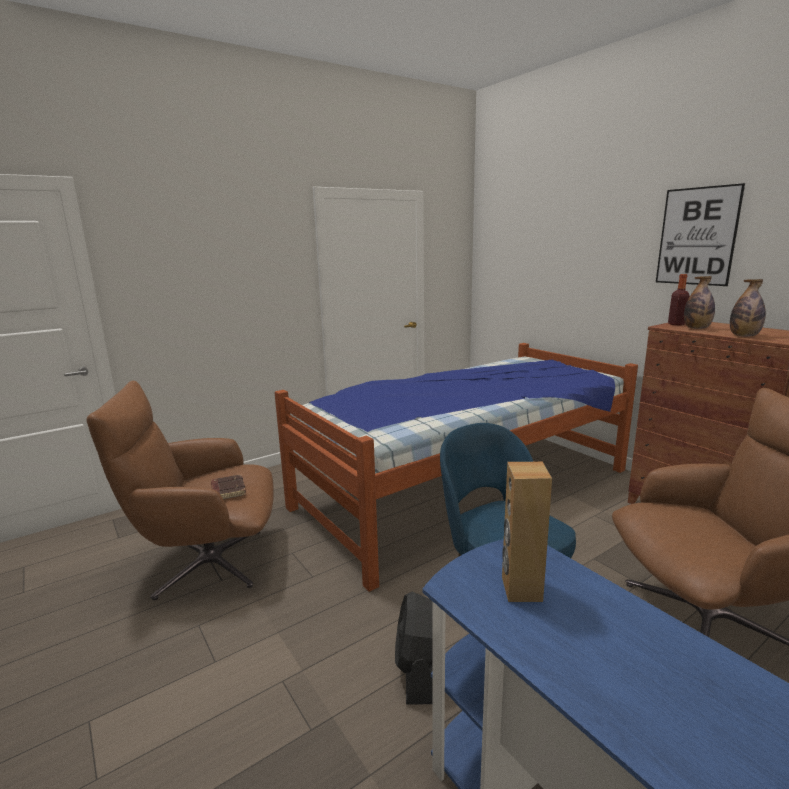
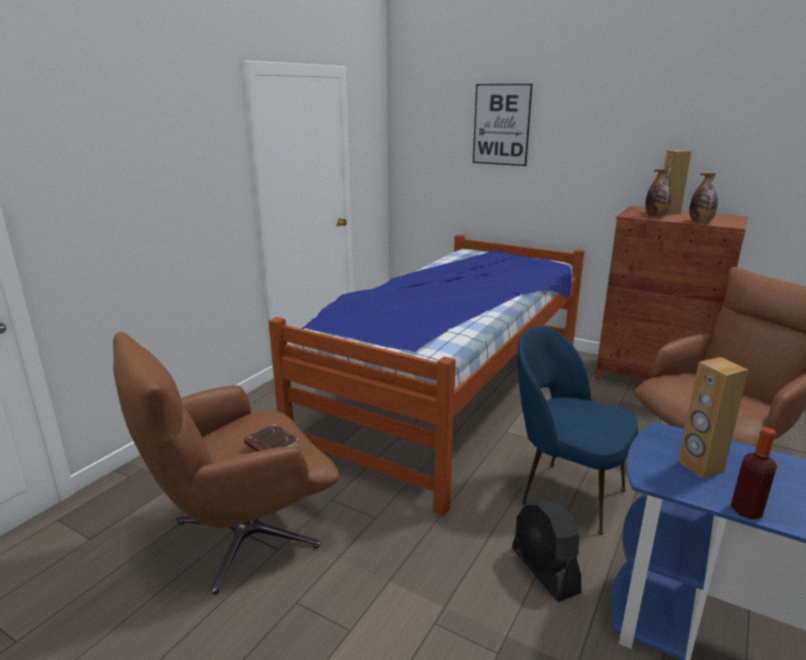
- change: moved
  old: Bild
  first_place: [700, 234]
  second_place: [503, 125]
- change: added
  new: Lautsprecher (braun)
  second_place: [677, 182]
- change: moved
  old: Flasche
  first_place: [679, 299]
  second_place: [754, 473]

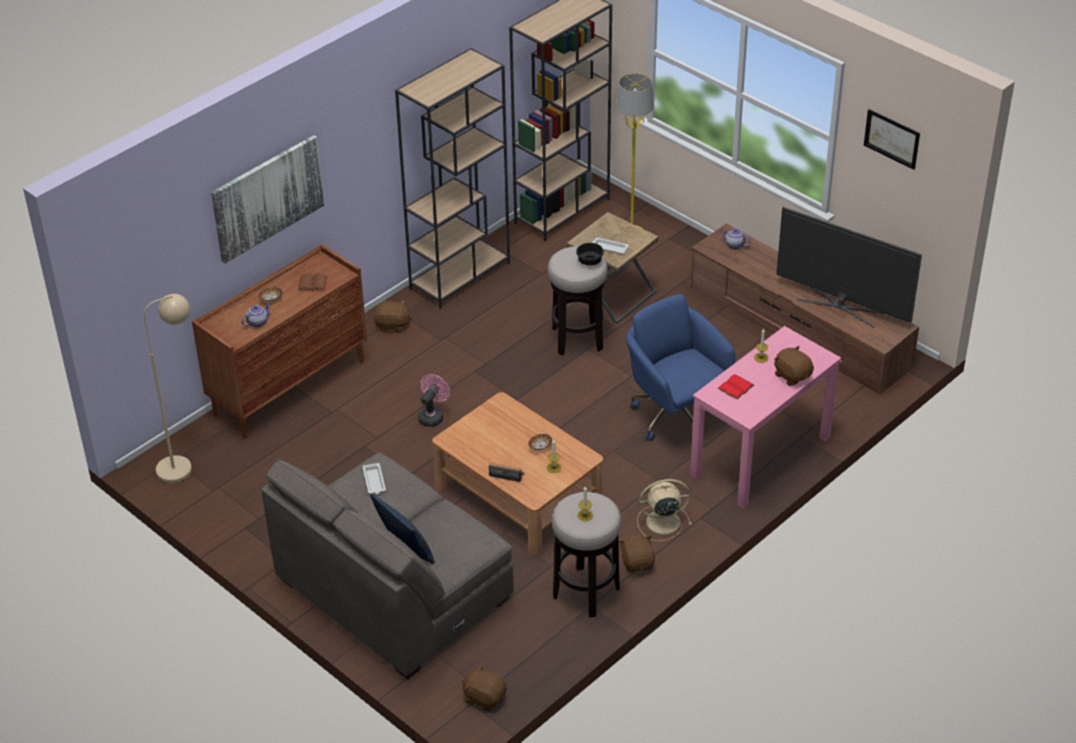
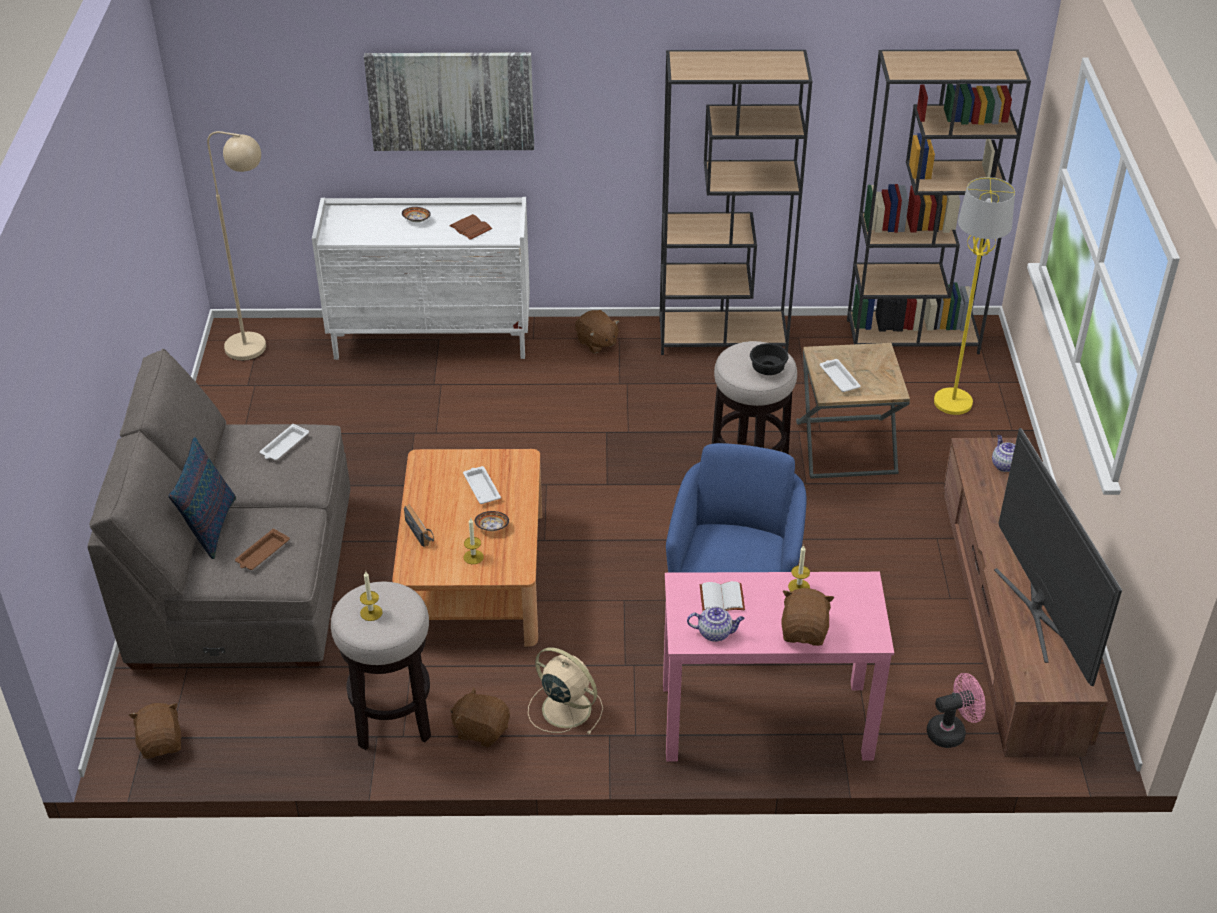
- change: added
  new: Tablett (braun)
  second_place: [262, 549]
- change: recoloured
  old: Schrank (braun)
  new: Schrank (weiß)
  first_place: [279, 341]
  second_place: [421, 278]
- change: turned
  old: Plüschtier (braun)
  first_place: [637, 553]
  second_place: [480, 717]
  degrees: -105
- change: added
  new: Tablett (weiß)
  second_place: [482, 485]
- change: moved
  old: Teekanne
  first_place: [256, 315]
  second_place: [716, 624]
- change: recoloured
  old: Buch (rot)
  new: Buch (weiß)
  first_place: [736, 387]
  second_place: [722, 596]
- change: moved
  old: Ventilator (rosa)
  first_place: [434, 400]
  second_place: [956, 710]
- change: removed
  old: Bild
  first_place: [892, 139]

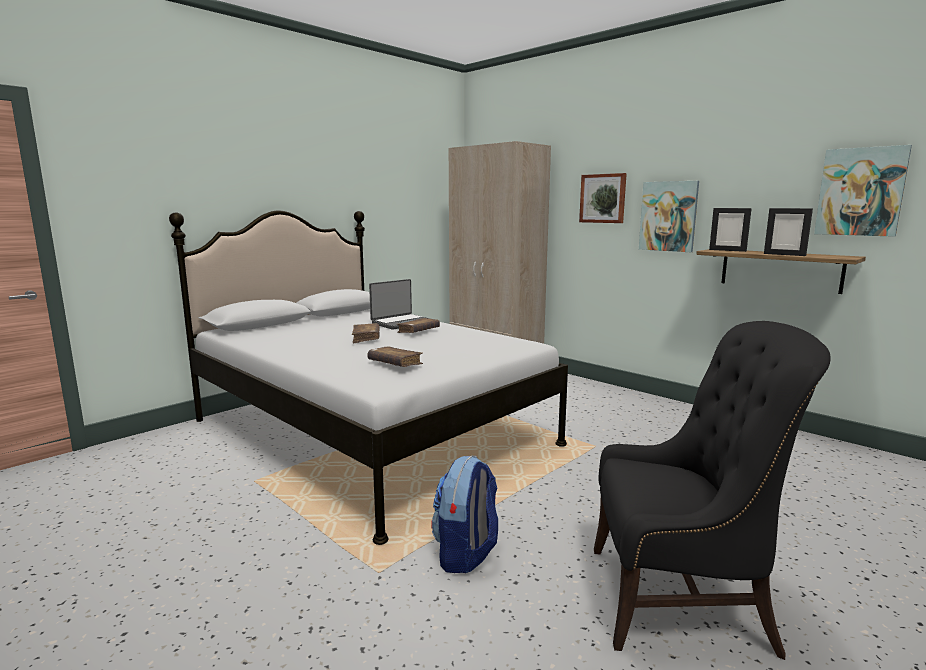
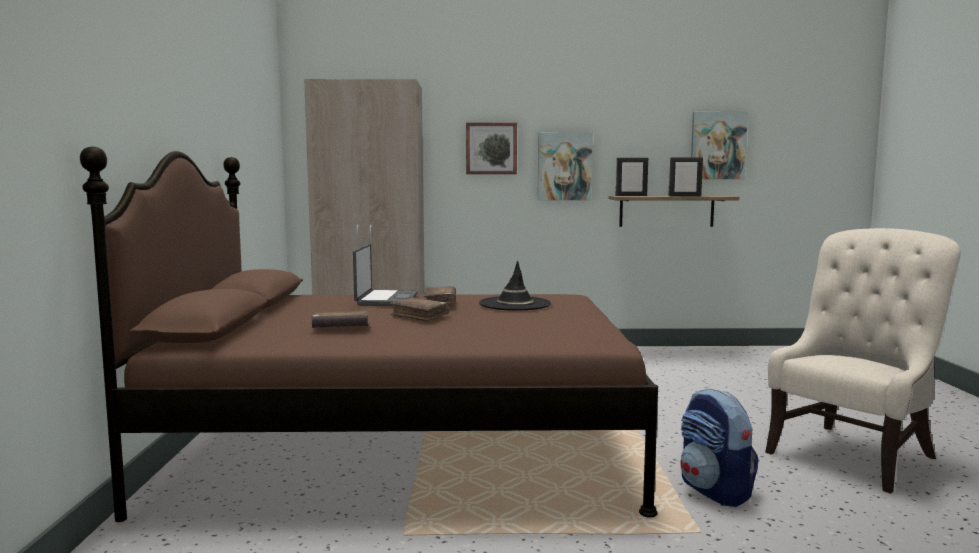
- change: recoloured
  old: Bett (weiß)
  new: Bett (braun)
  first_place: [368, 377]
  second_place: [369, 334]
- change: moved
  old: Buch (braun)
  first_place: [395, 356]
  second_place: [340, 319]
- change: added
  new: Hut (schwarz)
  second_place: [515, 286]
- change: recoloured
  old: Sessel (schwarz)
  new: Sessel (beige)
  first_place: [712, 490]
  second_place: [863, 361]

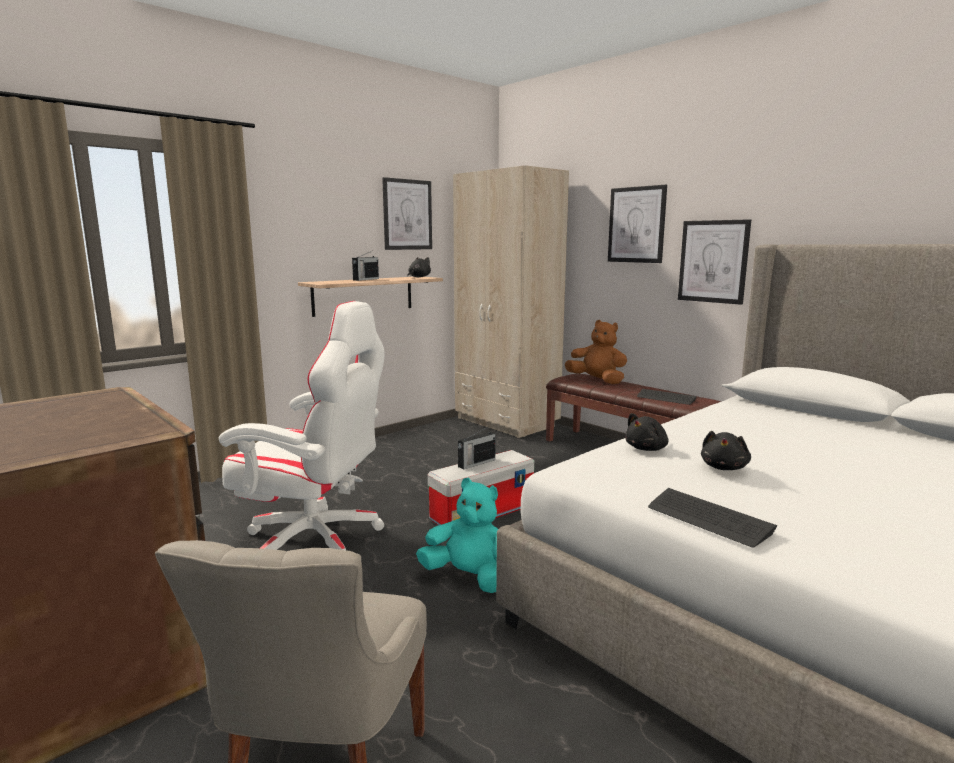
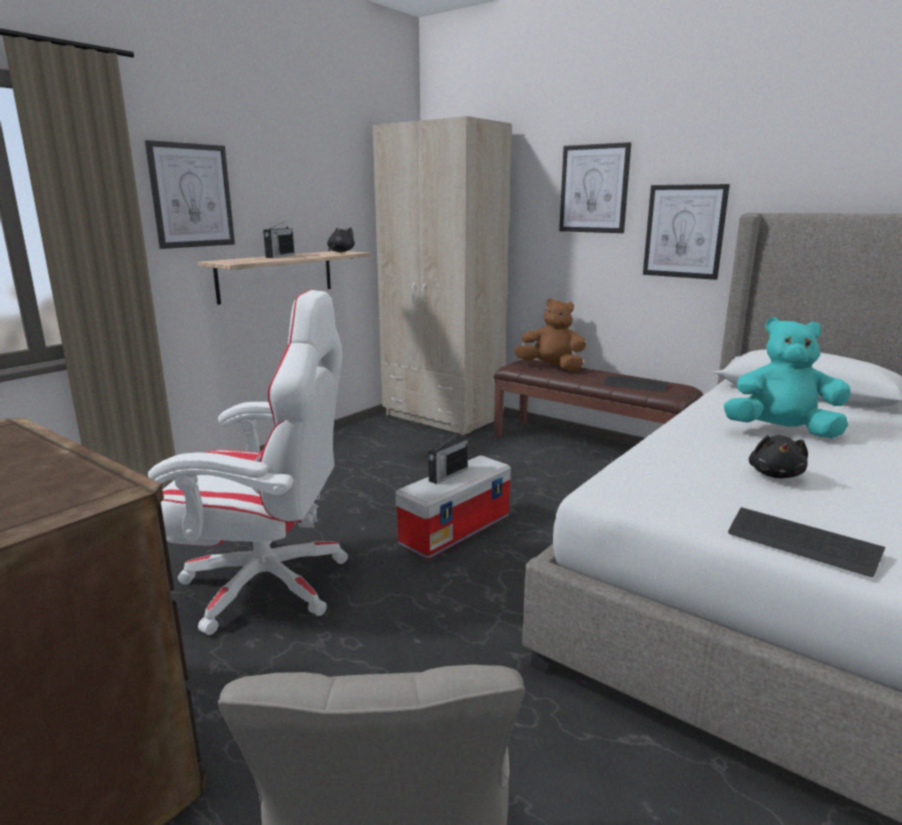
- change: moved
  old: Bild
  first_place: [407, 213]
  second_place: [190, 194]
- change: moved
  old: Plüschtier (türkis)
  first_place: [457, 535]
  second_place: [787, 378]
- change: removed
  old: Plüschtier (schwarz)
  first_place: [646, 432]

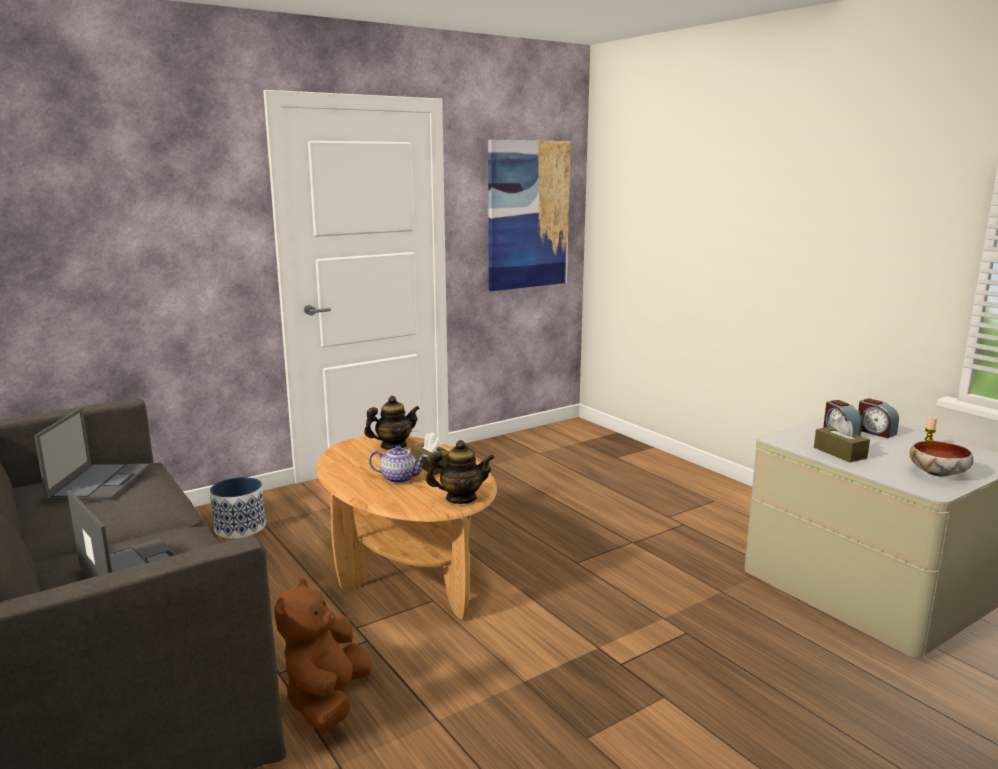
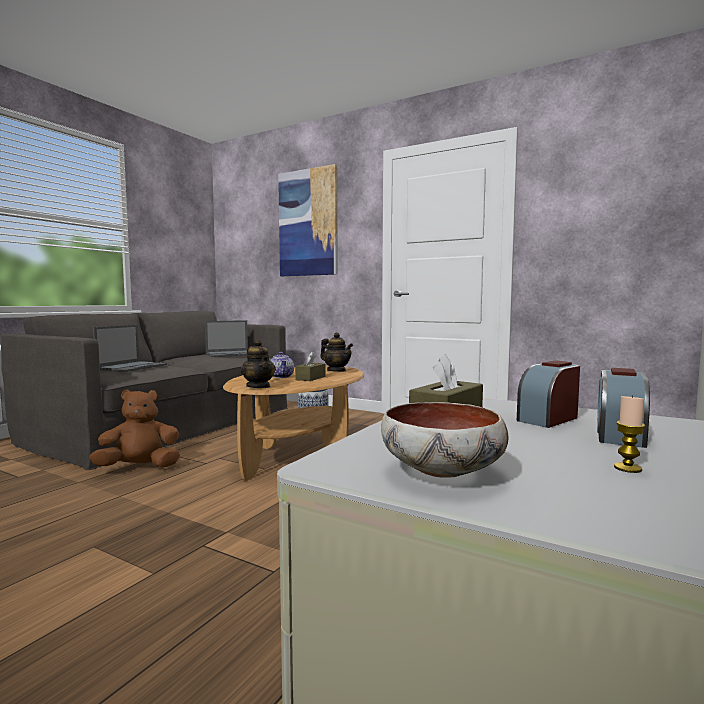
- change: moved
  old: Bild
  first_place: [529, 215]
  second_place: [308, 220]

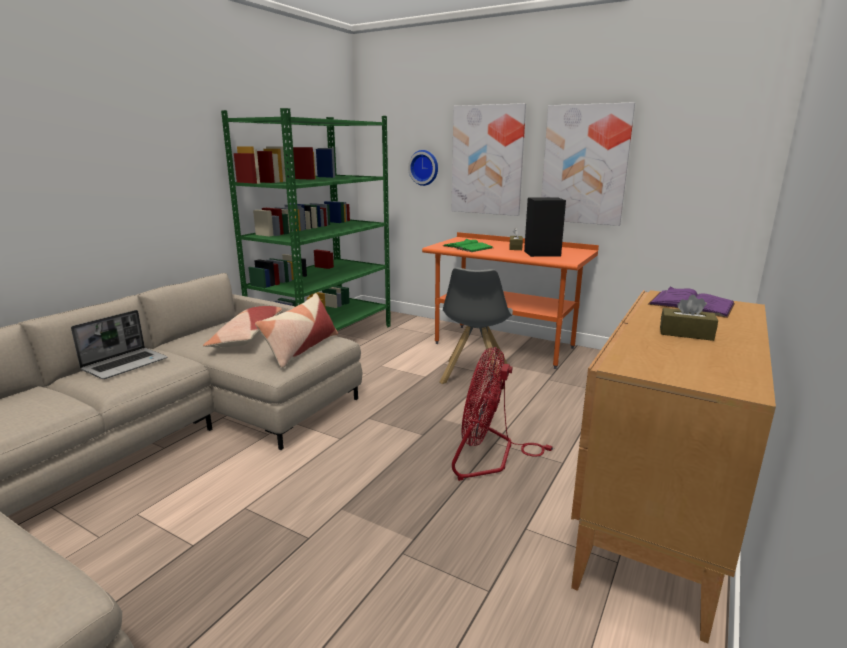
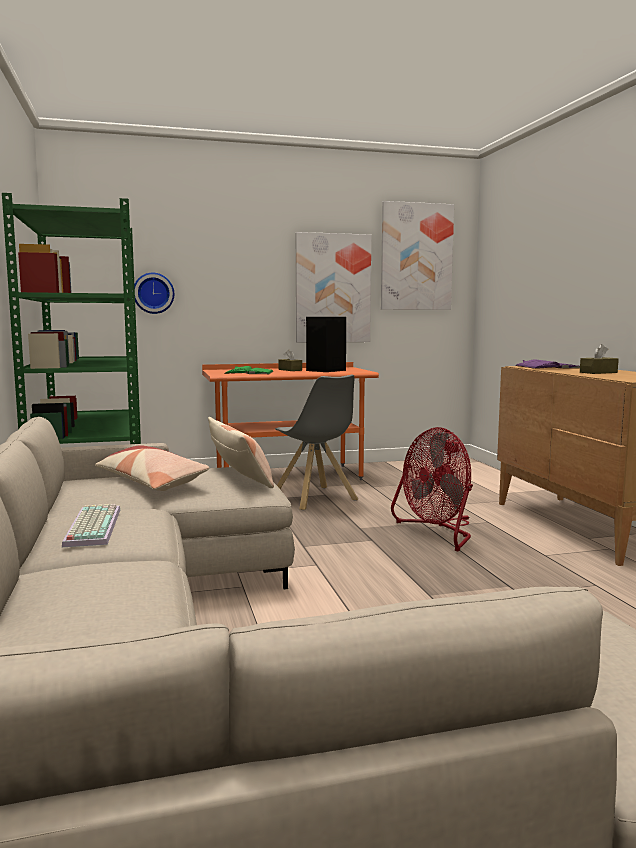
- change: replaced
  old: Laptop
  new: Tastatur
  first_place: [119, 344]
  second_place: [91, 525]
- change: moved
  old: Bild
  first_place: [489, 159]
  second_place: [417, 255]

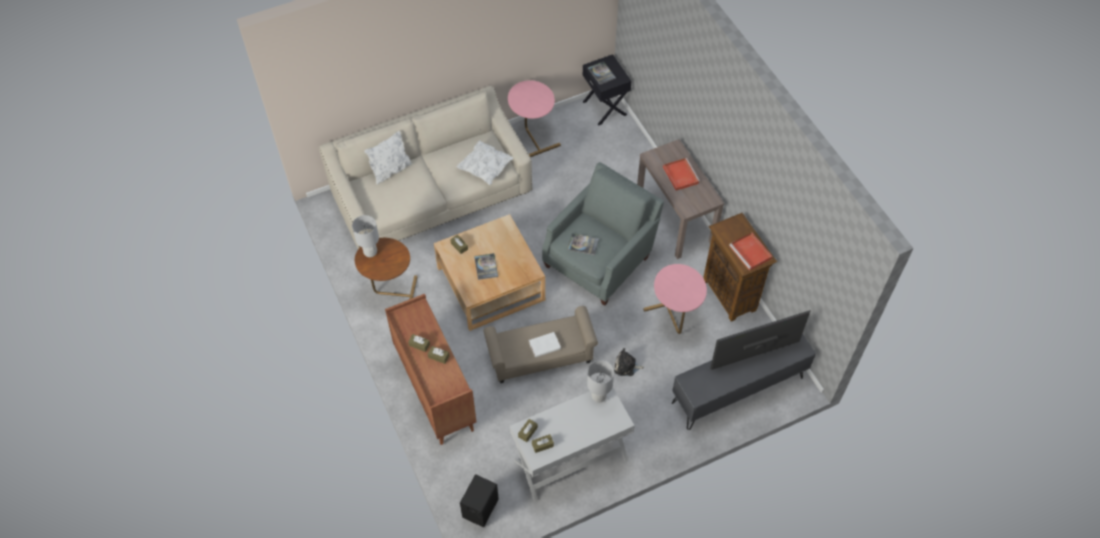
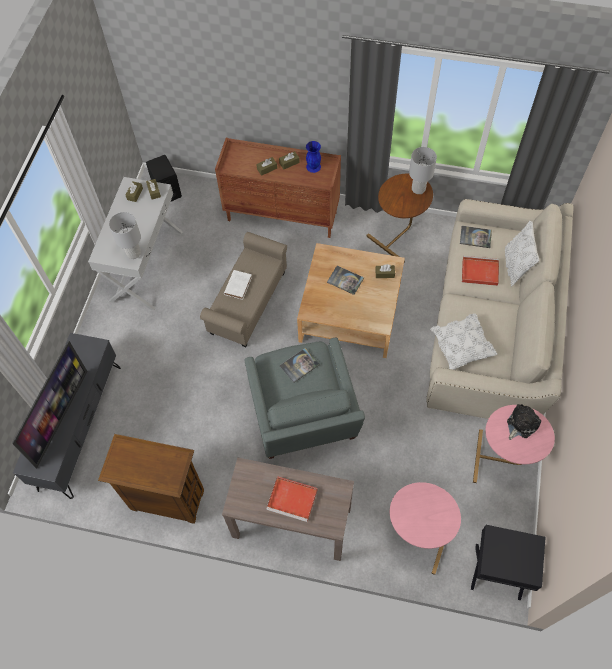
- change: added
  new: Vase (blau)
  second_place: [313, 157]
- change: moved
  old: Beistelltisch (rosa)
  first_place: [675, 299]
  second_place: [425, 528]
- change: moved
  old: Buch
  first_place: [602, 72]
  second_place: [476, 237]
- change: moved
  old: Tablett (rot)
  first_place: [750, 252]
  second_place: [480, 271]
- change: moved
  old: Plüschtier
  first_place: [629, 362]
  second_place: [524, 422]

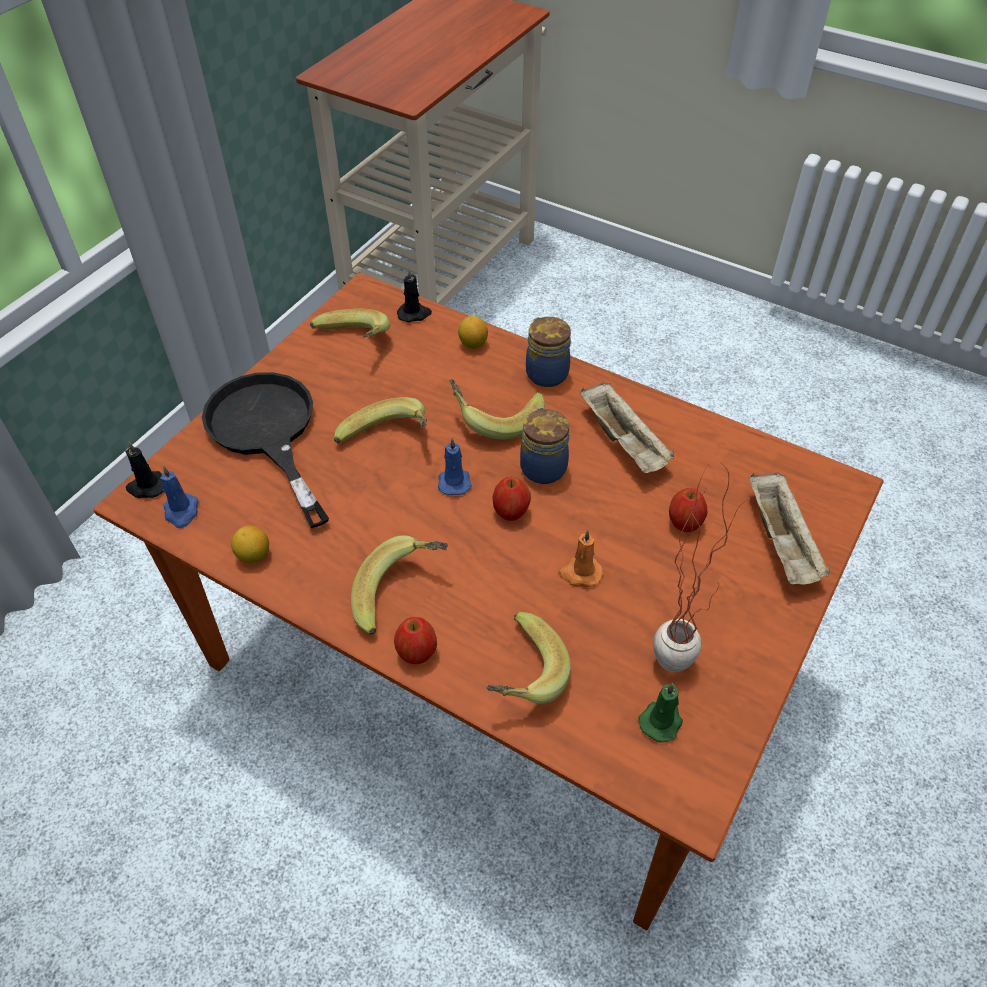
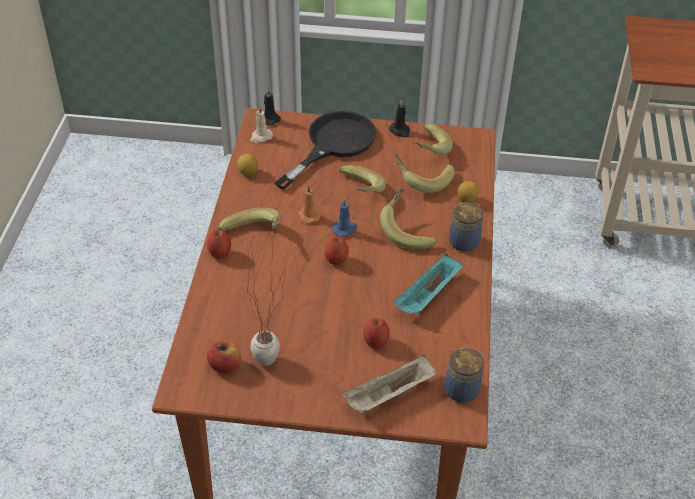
- change: replaced
  old: Kerze (grün)
  new: Apfel
  first_place: [660, 713]
  second_place: [224, 356]
- change: recoloured
  old: Kerze (blau)
  new: Kerze (beige)
  first_place: [179, 497]
  second_place: [261, 124]
- change: moved
  old: Kerze (orange)
  first_place: [580, 558]
  second_place: [309, 204]
- change: moved
  old: Kerze (schwarz)
  first_place: [414, 295]
  second_place: [399, 119]
- change: recoloured
  old: Tablett (beige)
  new: Tablett (türkis)
  first_place: [627, 427]
  second_place: [427, 284]
- change: moved
  old: Banane
  first_place: [528, 658]
  second_place: [425, 173]
- change: moved
  old: Vorratsglas
  first_place: [544, 446]
  second_place: [464, 375]

